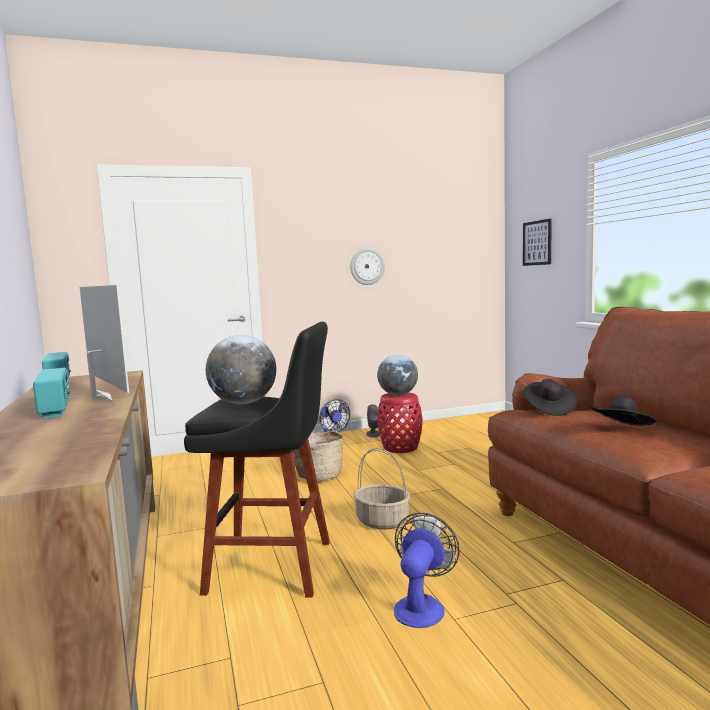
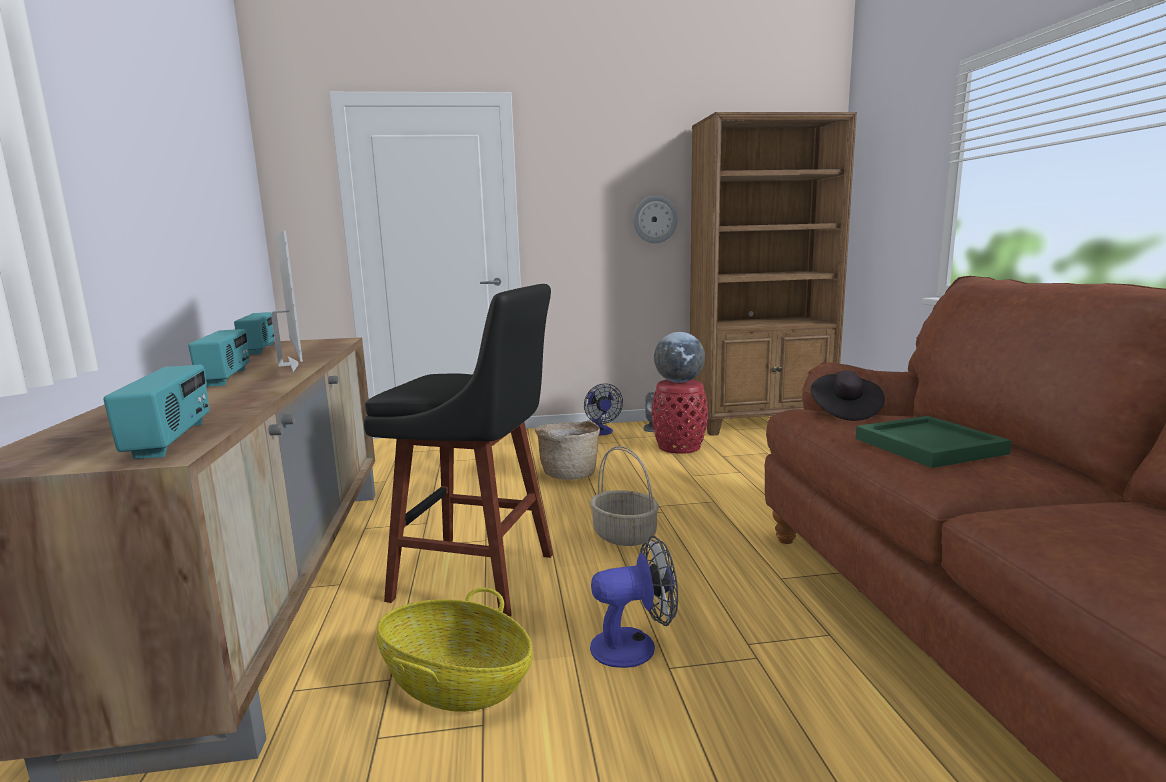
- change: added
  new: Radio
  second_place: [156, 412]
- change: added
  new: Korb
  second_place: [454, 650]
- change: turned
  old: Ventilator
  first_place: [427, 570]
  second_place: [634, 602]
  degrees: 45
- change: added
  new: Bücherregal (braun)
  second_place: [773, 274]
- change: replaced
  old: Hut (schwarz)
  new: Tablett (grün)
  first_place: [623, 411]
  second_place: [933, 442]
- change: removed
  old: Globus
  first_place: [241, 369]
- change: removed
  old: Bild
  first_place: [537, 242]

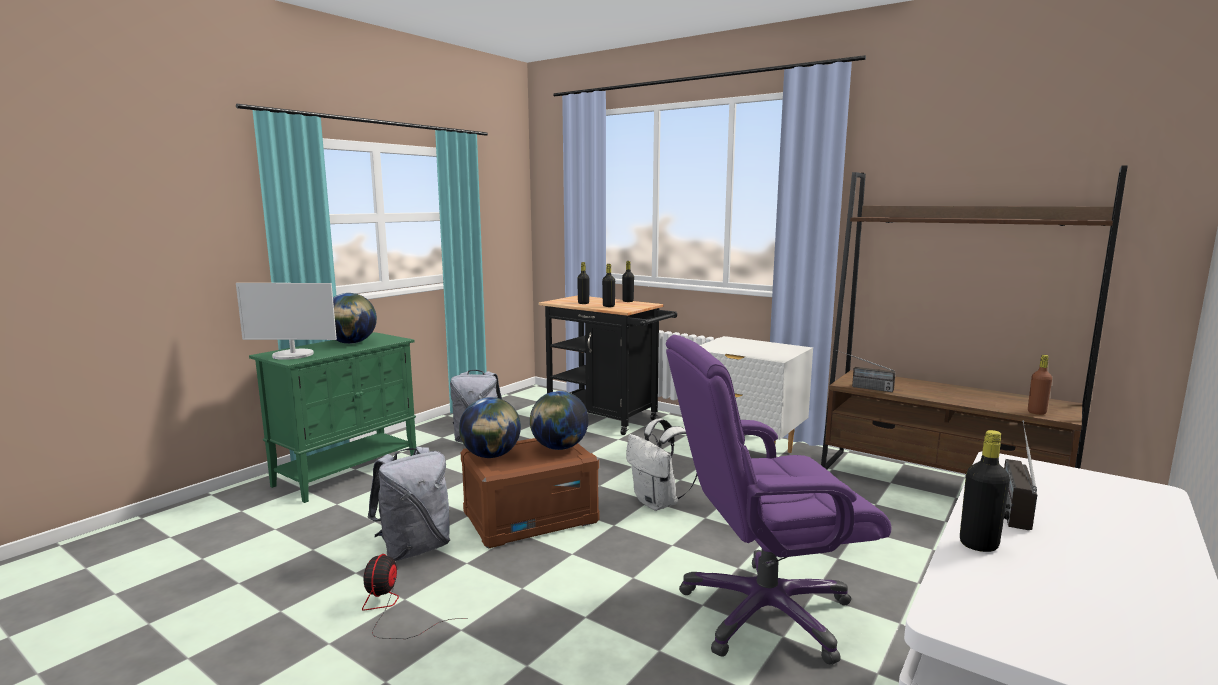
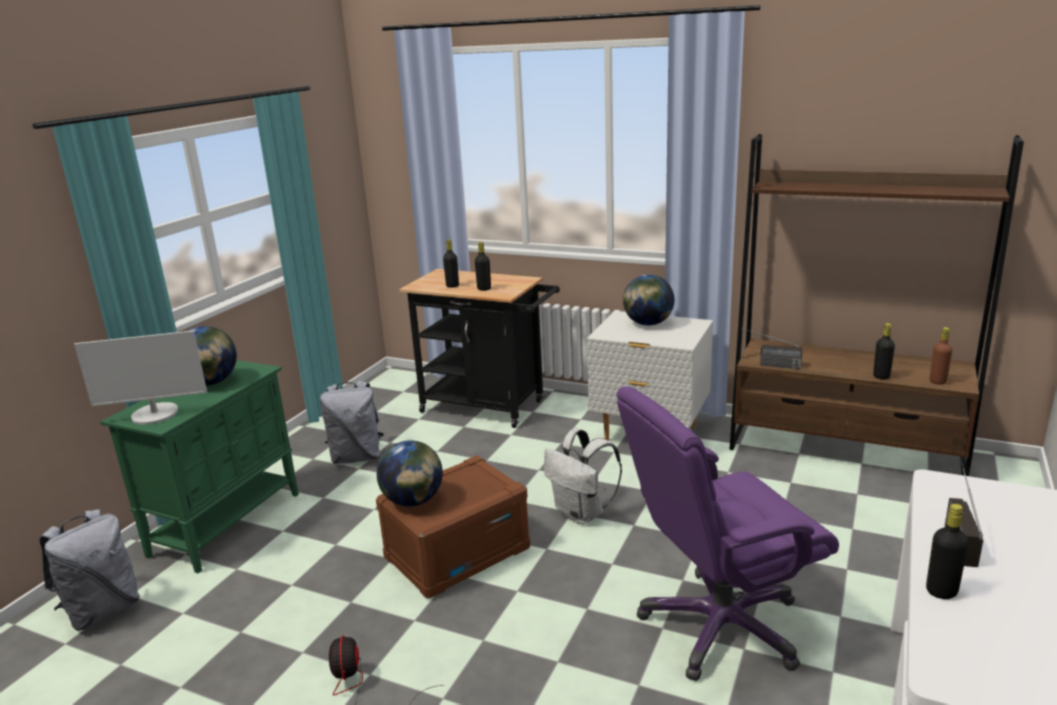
- change: moved
  old: Rucksack (grau)
  first_place: [409, 504]
  second_place: [90, 570]
- change: moved
  old: Globus
  first_place: [559, 420]
  second_place: [648, 300]
- change: moved
  old: Flasche (schwarz)
  first_place: [628, 281]
  second_place: [884, 351]

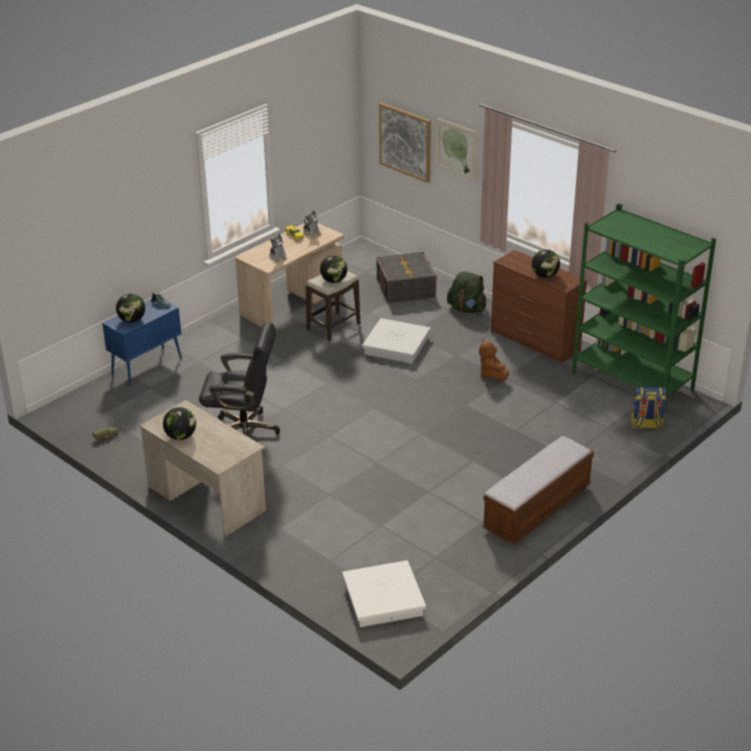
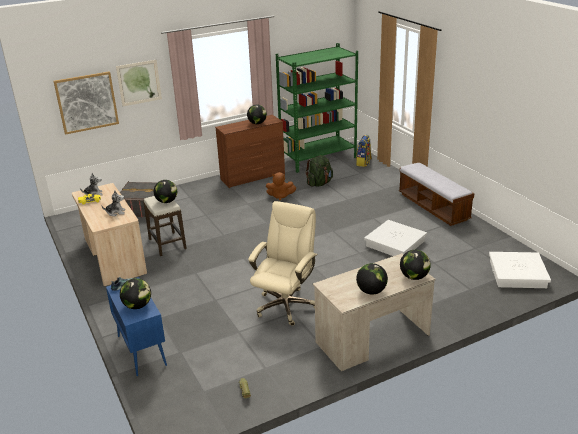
- change: recoloured
  old: Bürostuhl (schwarz)
  new: Bürostuhl (beige)
  first_place: [239, 379]
  second_place: [283, 263]
- change: moved
  old: Rucksack (grün)
  first_place: [466, 292]
  second_place: [319, 171]
- change: moved
  old: Aufbewahrungsbox (weiß)
  first_place: [396, 341]
  second_place: [395, 238]
- change: added
  new: Globus
  second_place: [415, 265]

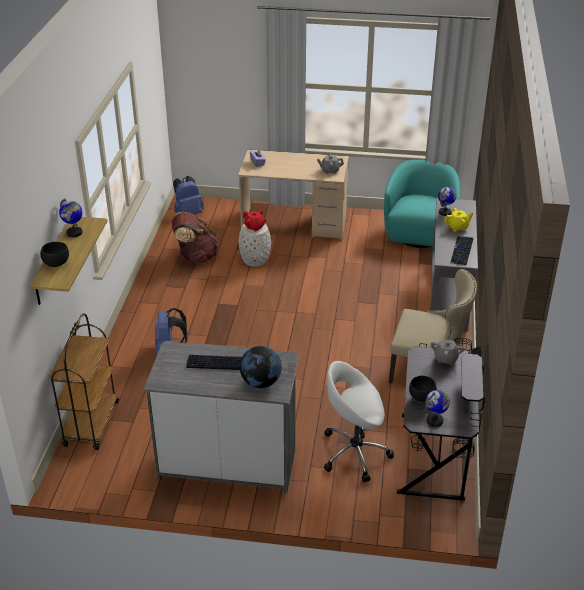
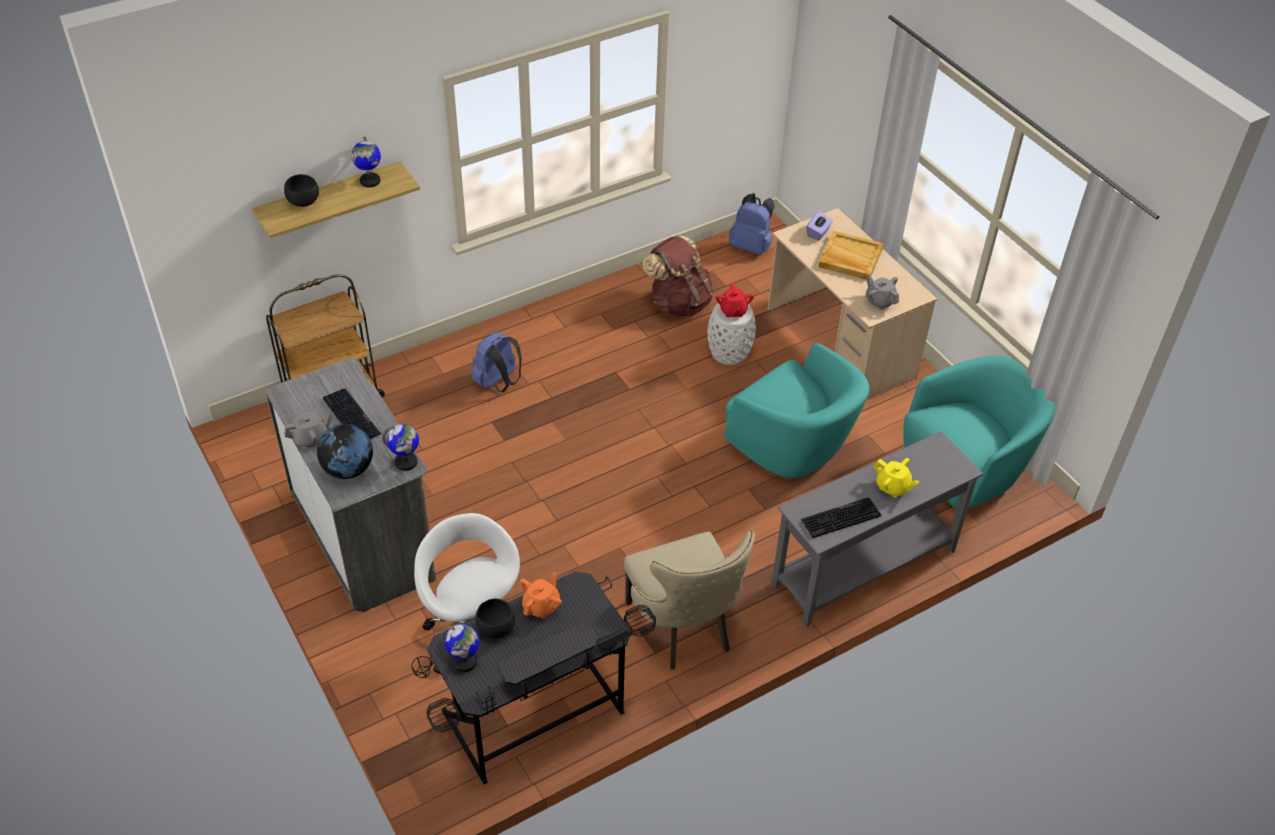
- change: moved
  old: Teekanne (grau)
  first_place: [448, 349]
  second_place: [308, 427]
- change: moved
  old: Globus
  first_place: [447, 201]
  second_place: [400, 447]
- change: added
  new: Teekanne (orange)
  second_place: [541, 595]
- change: added
  new: Sessel (türkis)
  second_place: [797, 410]
- change: added
  new: Tablett (beige)
  second_place: [851, 255]

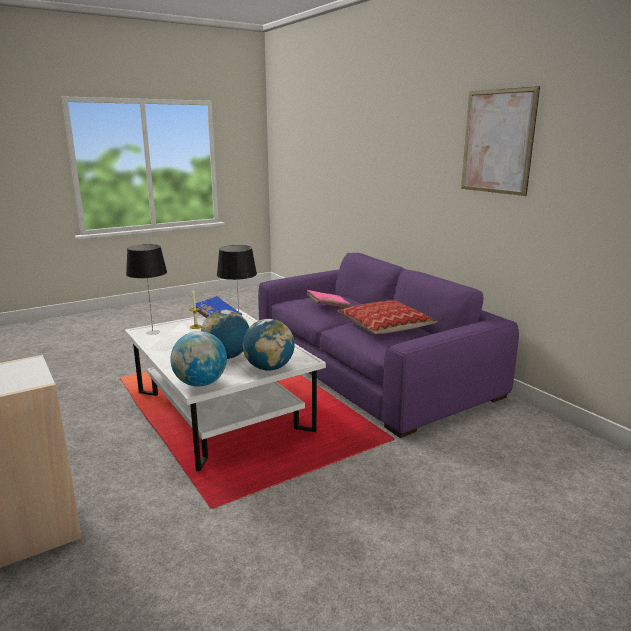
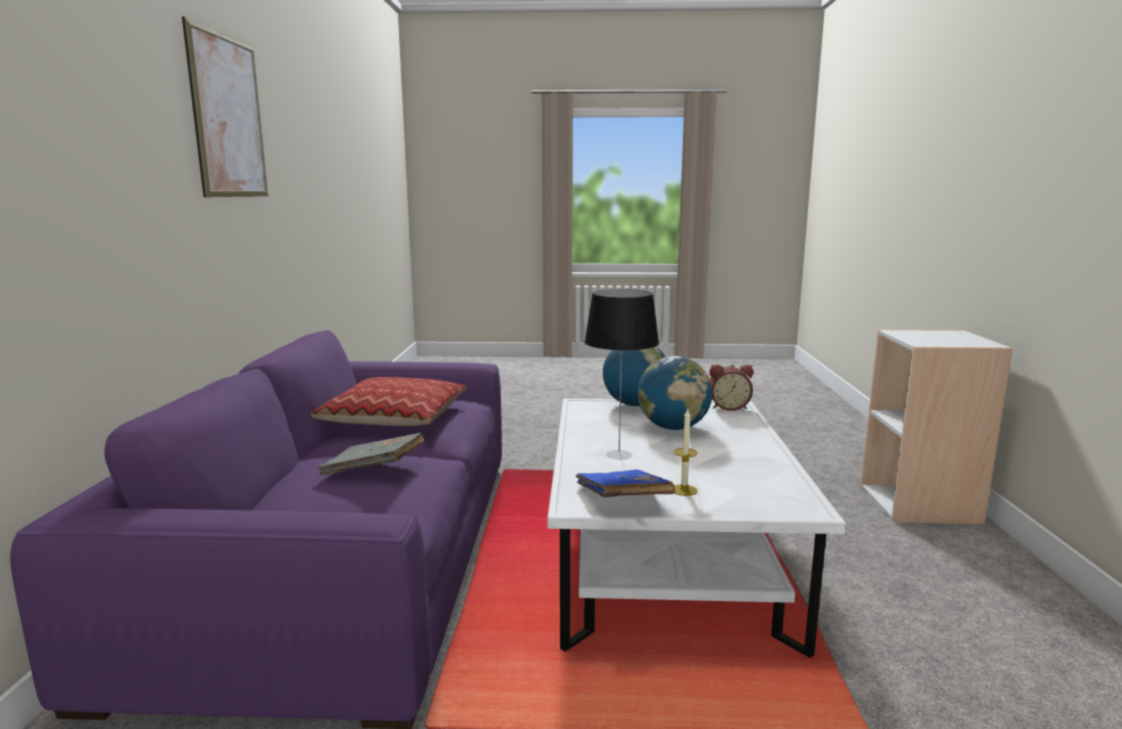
- change: recoloured
  old: Buch (rosa)
  new: Buch (grau)
  first_place: [328, 298]
  second_place: [371, 454]
- change: replaced
  old: Globus
  new: Wecker
  first_place: [198, 359]
  second_place: [731, 387]
- change: removed
  old: Tischlampe
  first_place: [146, 289]

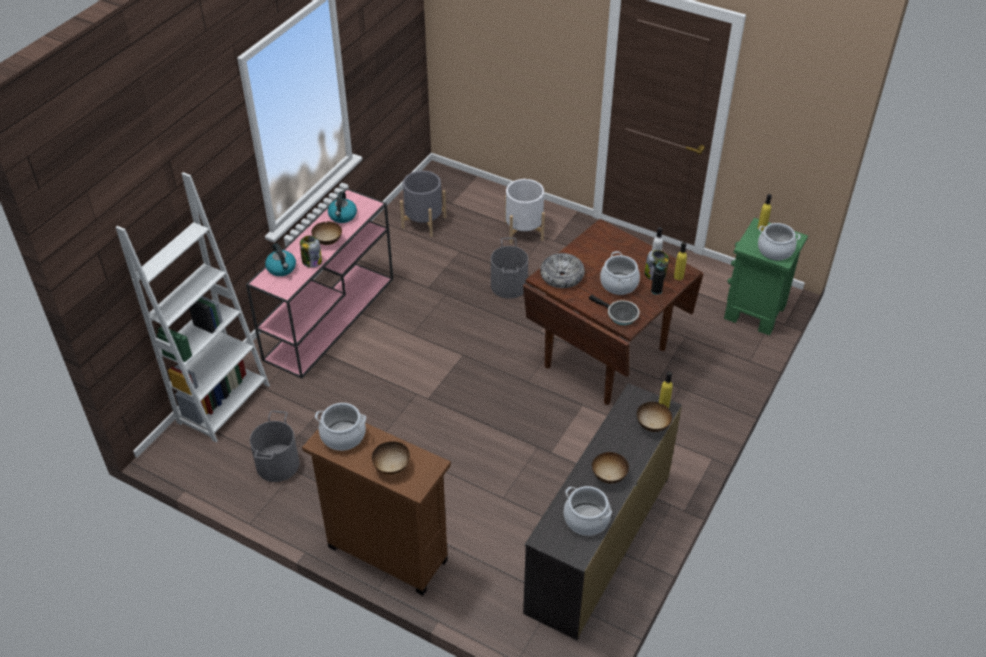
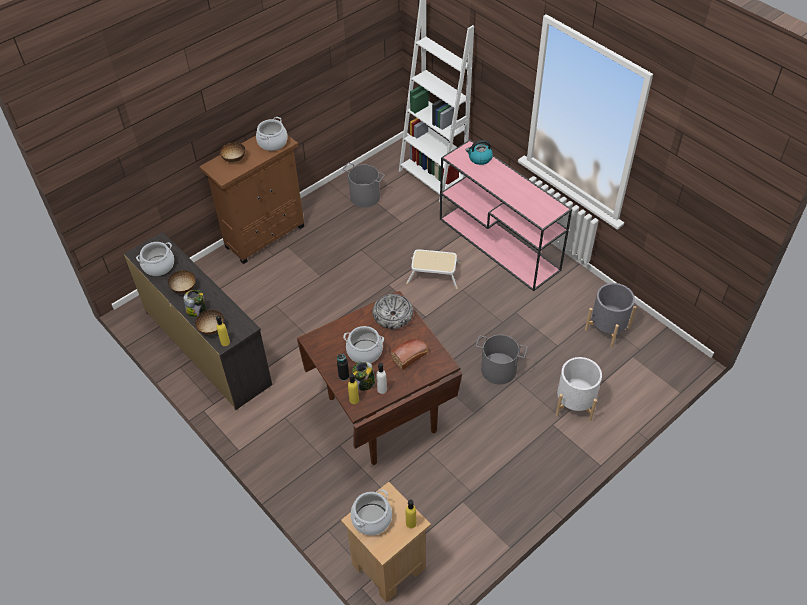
- change: moved
  old: Vorratsglas
  first_place: [311, 251]
  second_place: [195, 303]
- change: recoloured
  old: Nachttisch (grün)
  new: Nachttisch (beige)
  first_place: [766, 277]
  second_place: [386, 542]
- change: added
  new: Brot
  second_place: [409, 354]
- change: added
  new: Trittleiter (beige)
  second_place: [433, 269]
- change: removed
  old: Schüssel
  first_place: [326, 233]
- change: removed
  old: Wasserkessel
  first_place: [342, 207]
- change: removed
  old: Pfanne
  first_place: [614, 310]

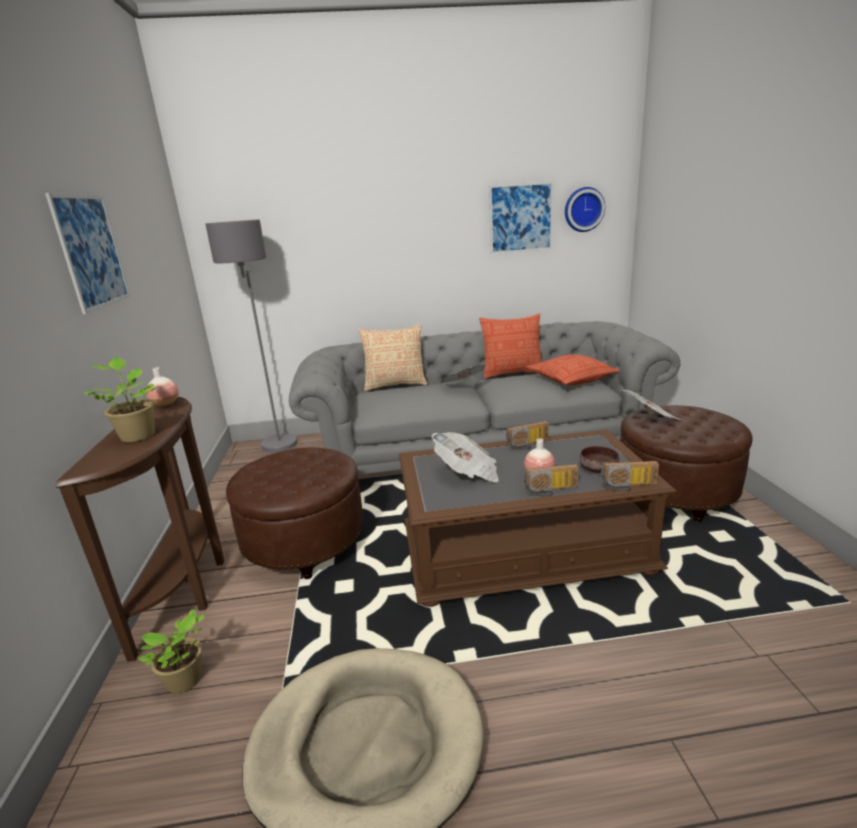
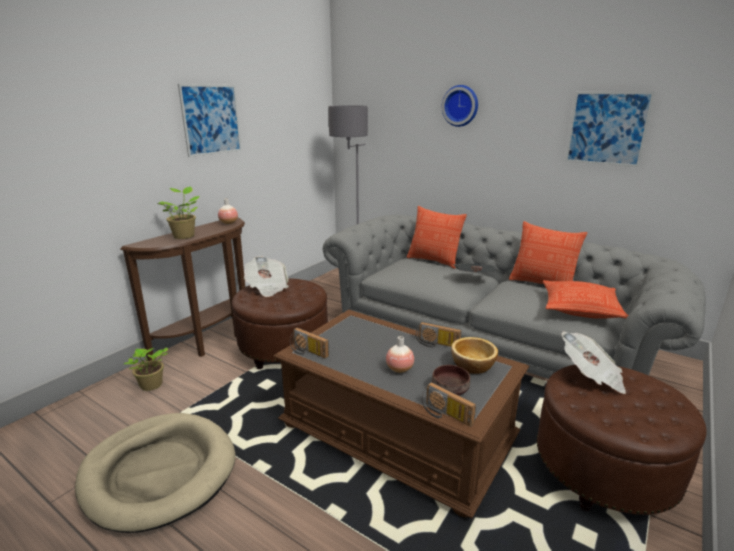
- change: moved
  old: Zeitung
  first_place: [465, 457]
  second_place: [266, 276]
- change: moved
  old: Radio
  first_place: [550, 480]
  second_place: [309, 343]
- change: recoloured
  old: Kissen (beige)
  new: Kissen (orange)
  first_place: [393, 357]
  second_place: [437, 237]
- change: moved
  old: Wanduhr
  first_place: [585, 209]
  second_place: [460, 106]
- change: added
  new: Schüssel
  second_place: [474, 355]

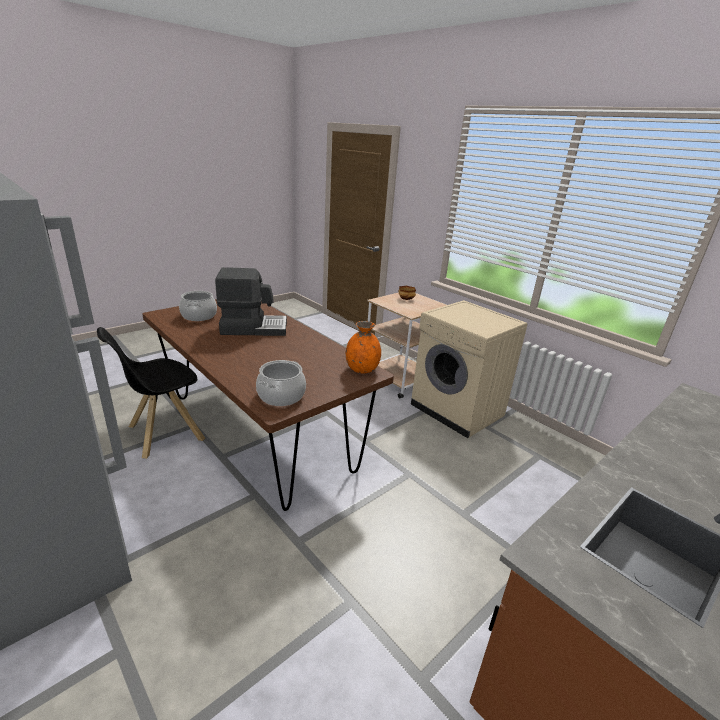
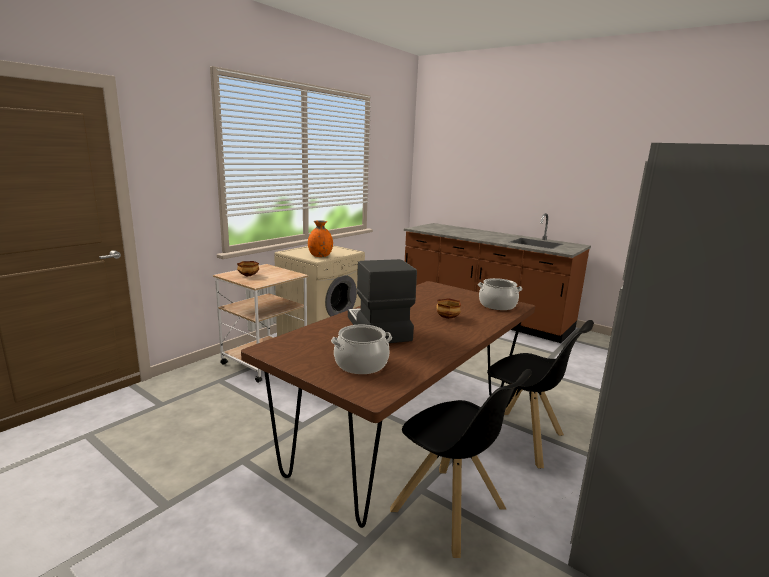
- change: moved
  old: Vase (orange)
  first_place: [363, 347]
  second_place: [320, 238]
- change: added
  new: Schüssel
  second_place: [448, 308]
- change: added
  new: Stuhl (schwarz)
  second_place: [540, 394]

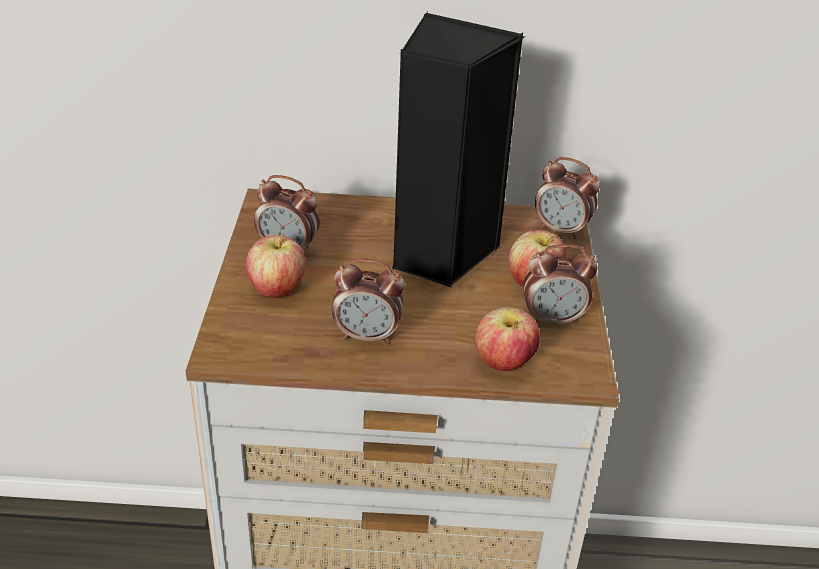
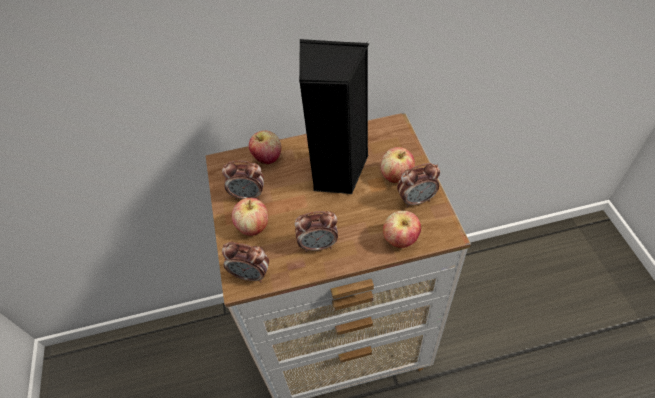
- change: moved
  old: Wecker
  first_place: [567, 198]
  second_place: [245, 262]
- change: added
  new: Apfel
  second_place: [265, 147]

